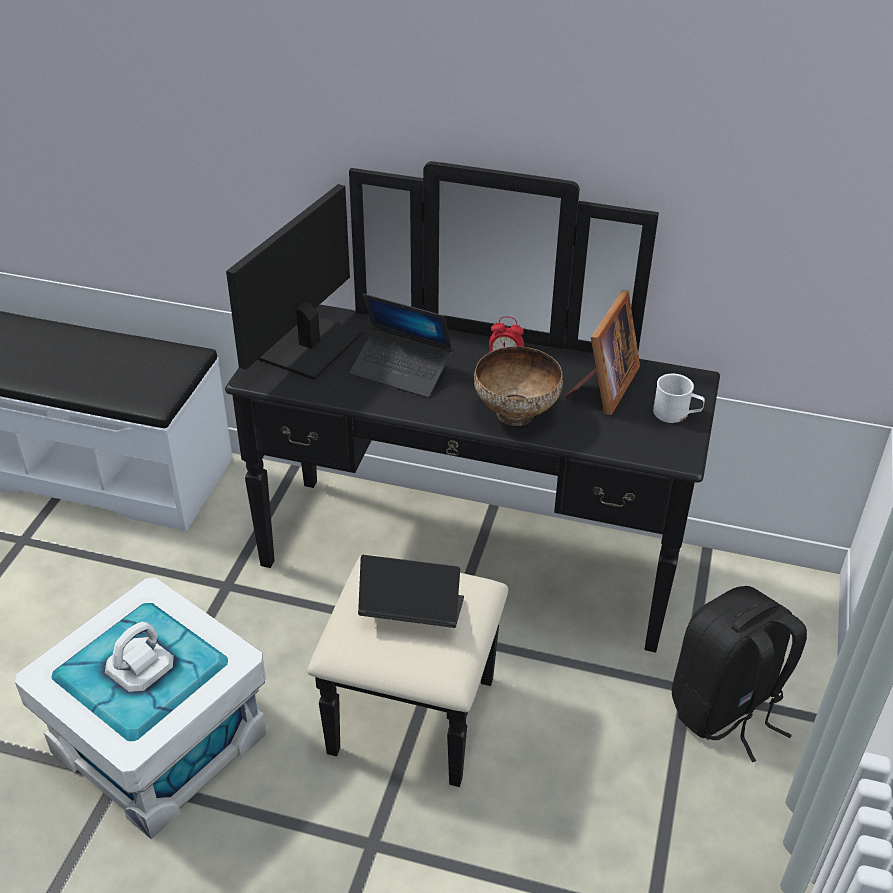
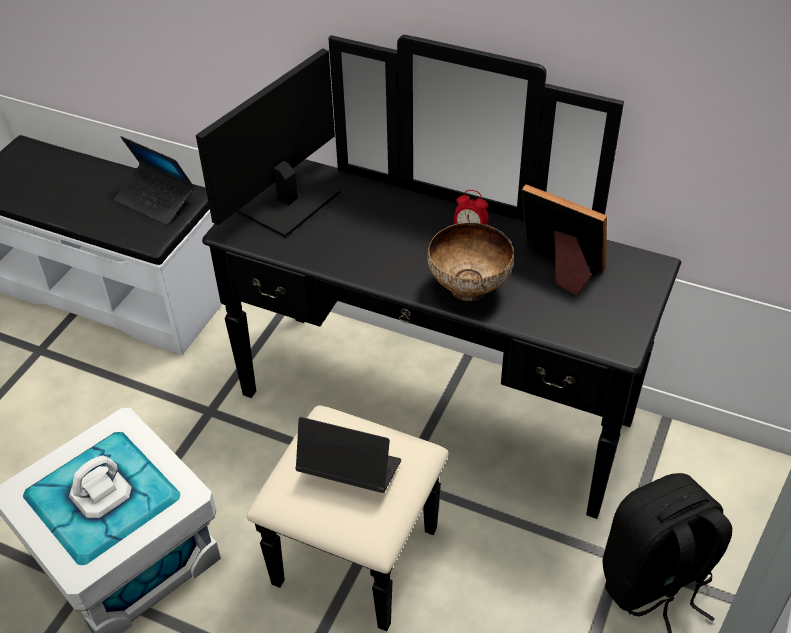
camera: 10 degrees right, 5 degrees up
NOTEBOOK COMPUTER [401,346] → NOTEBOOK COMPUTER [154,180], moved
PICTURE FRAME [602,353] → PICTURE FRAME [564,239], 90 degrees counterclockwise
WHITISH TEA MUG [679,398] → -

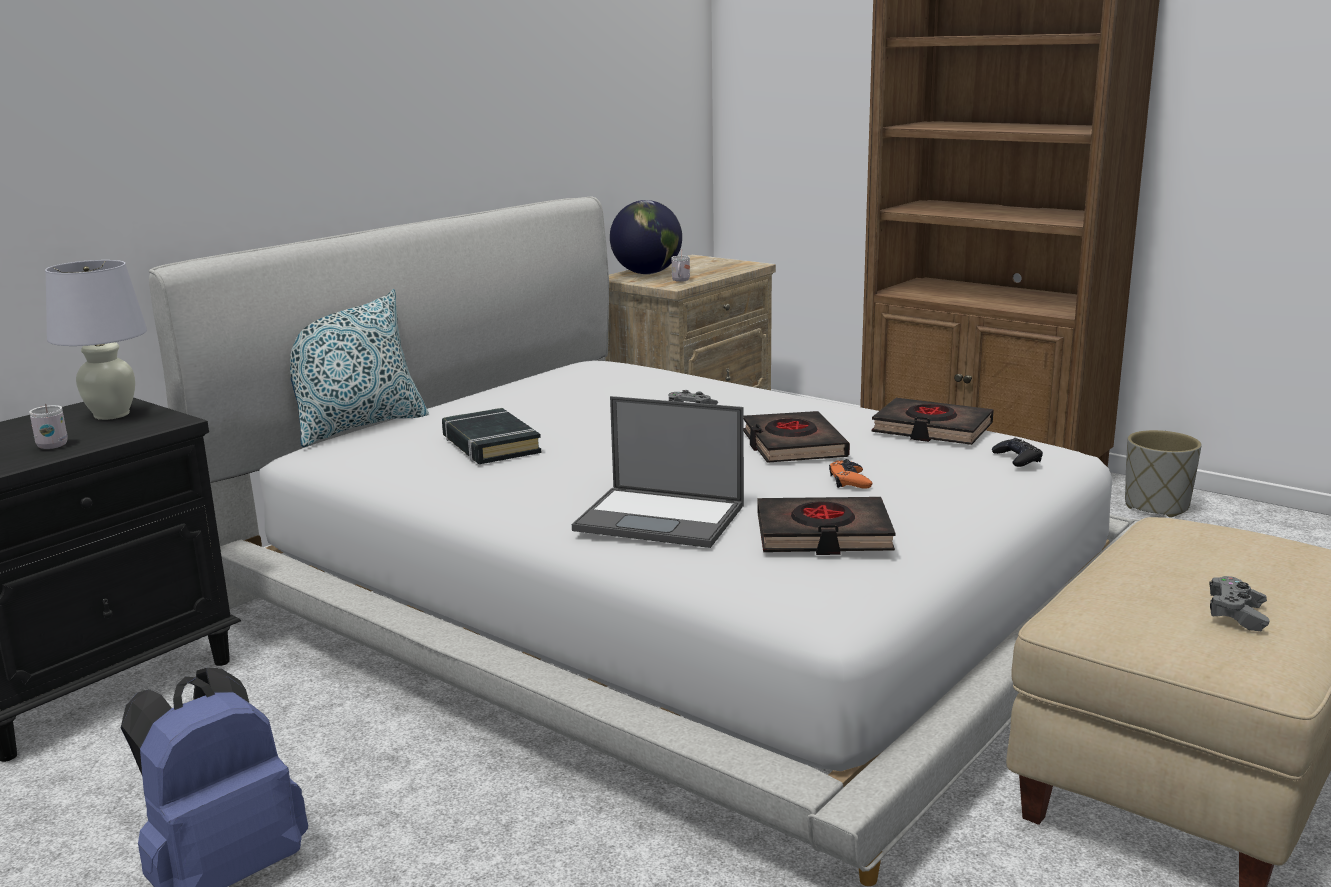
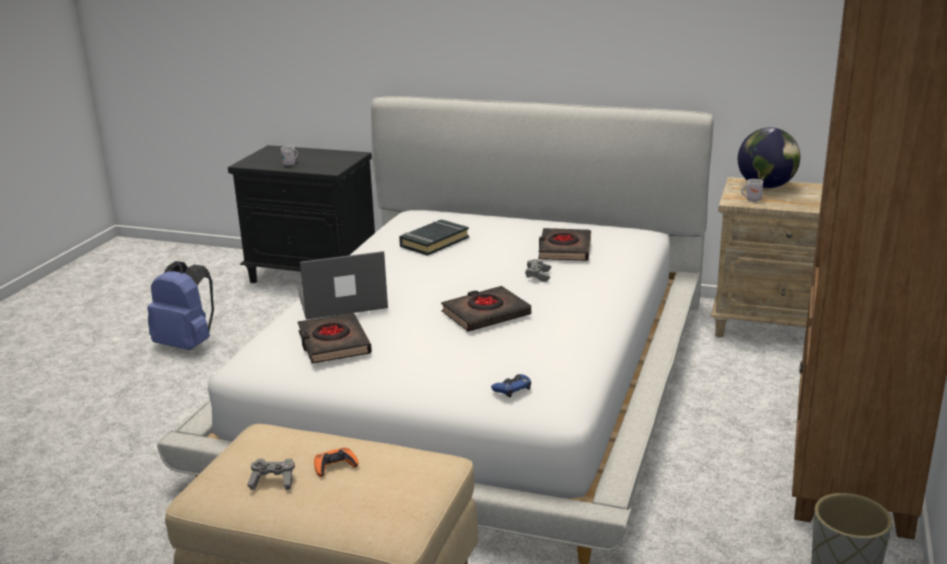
camera: 70 degrees right, 5 degrees up
NOTEBOOK COMPUTER [658,472] → NOTEBOOK COMPUTER [343,285], 75 degrees clockwise
ORANGE GAME CONTROLLER [851,474] → ORANGE GAME CONTROLLER [336,462], moved
BLACK-COLOURED GAME CONTROLLER [1017,452] → BLUE-COLOURED GAME CONTROLLER [511,386]
BLACK-COLOURED BOUND BOOK [933,421] → BLACK-COLOURED BOUND BOOK [564,244], moved
WHITISH LAMP FOR A TABLE [96,340] → -
CUSHION [359,368] → -

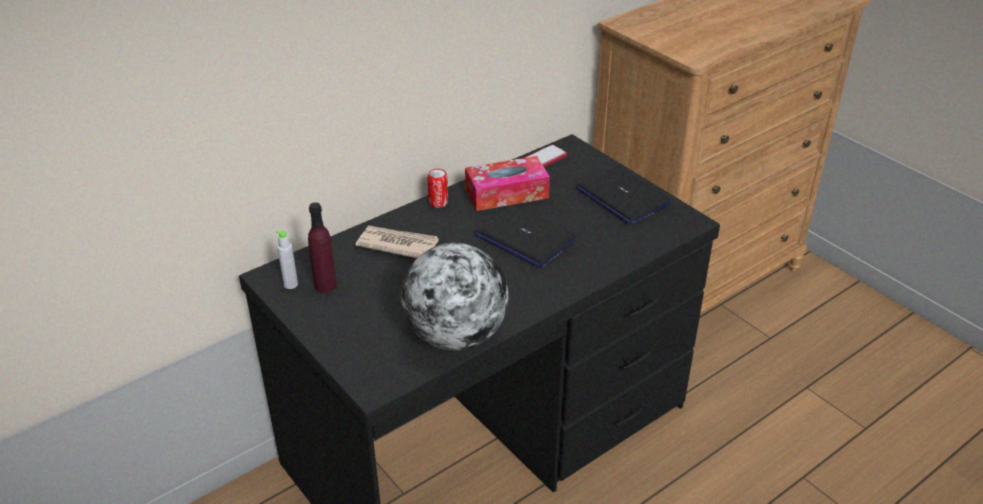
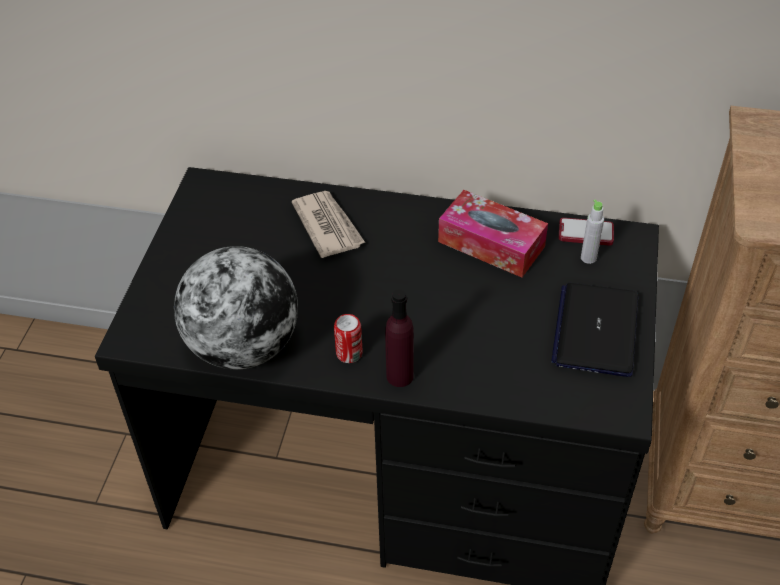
camera: 50 degrees right, 10 degrees up
CAN [437,188] → CAN [348,338], moved
PURPLE-COLOURED DRINK BOTTLE [322,247] → PURPLE-COLOURED DRINK BOTTLE [399,338], moved
GREY DRINK BOTTLE [287,259] → GREY DRINK BOTTLE [592,231], moved
NOTEBOOK COMPUTER [526,236] → -

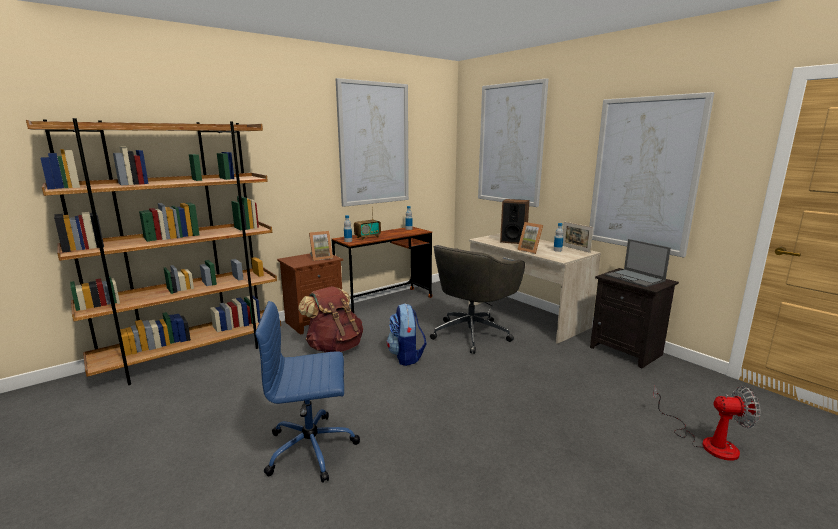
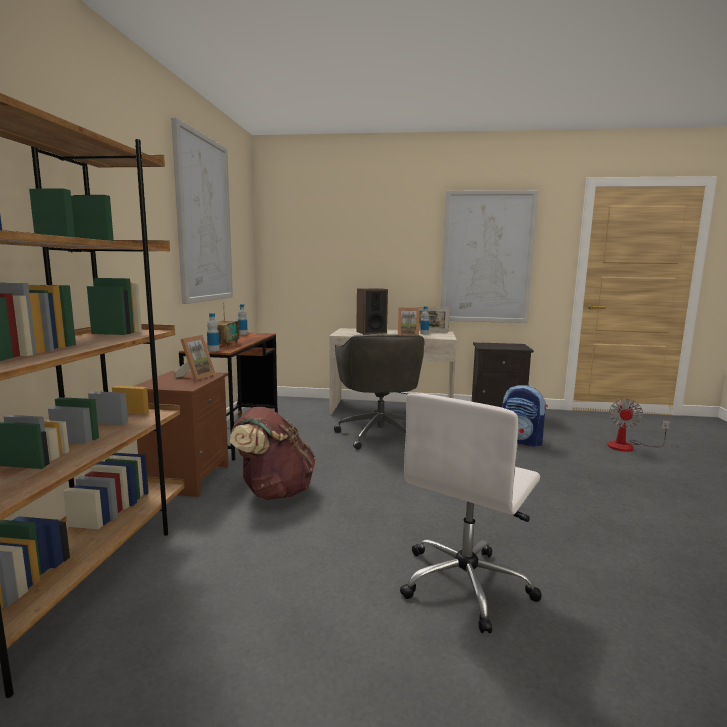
camera: 45 degrees left, 5 degrees down
BLUE-COLOURED DESK CHAIR [307,392] → WHITISH DESK CHAIR [471,513]
KNAPSACK [407,334] → KNAPSACK [525,416], moved
COOLING FAN [707,423] → COOLING FAN [638,425], 150 degrees clockwise
WALL ART [513,142] → -
NOTEBOOK COMPUTER [638,263] → -

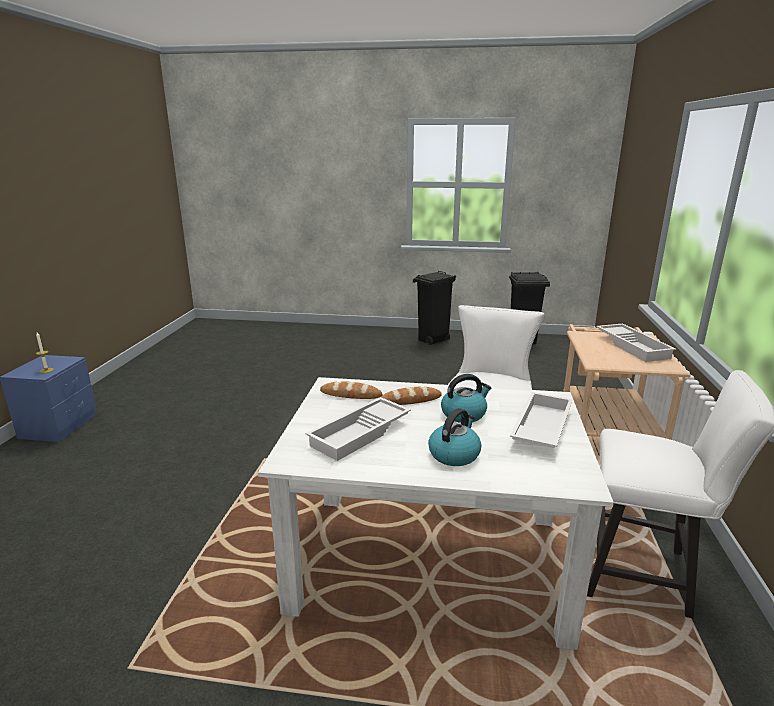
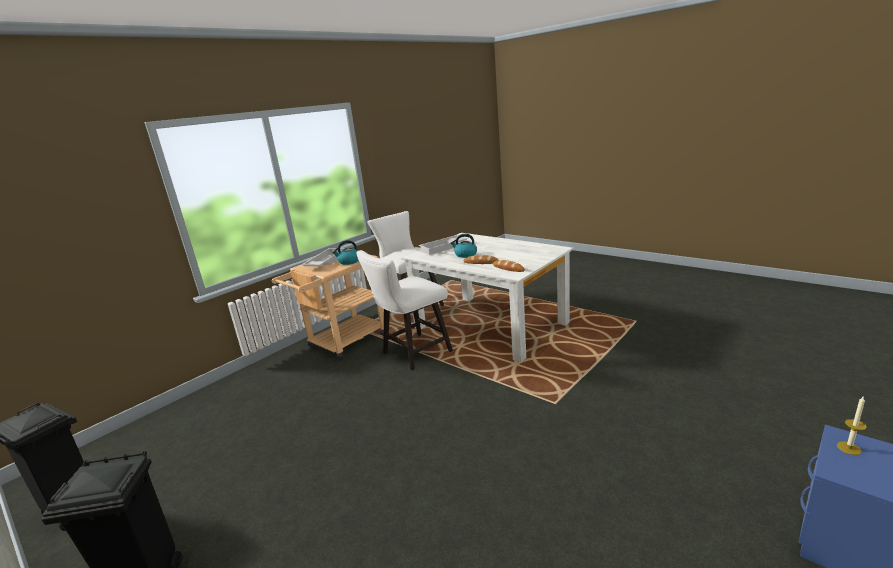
camera: 145 degrees left, 0 degrees up
WATER KETTLE [454,437] → WATER KETTLE [345,252], moved
WHITISH TRAY [358,429] → -

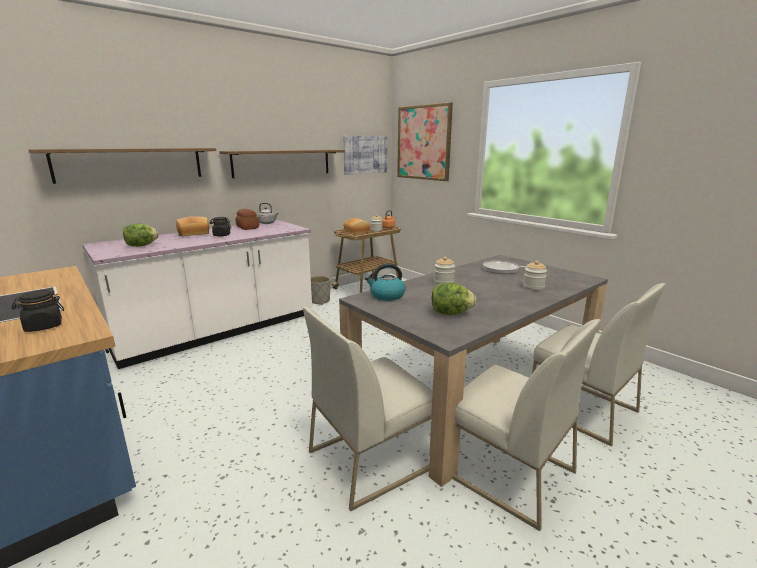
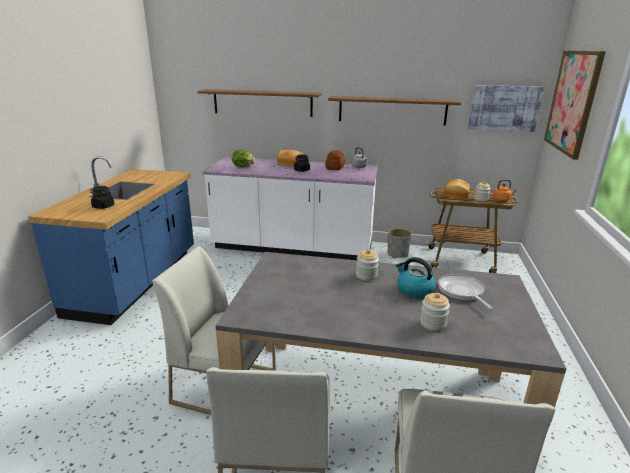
camera: 50 degrees right, 5 degrees up
WATER KETTLE [385,282] → WATER KETTLE [416,277], moved
HEAD OF LETTUCE [453,298] → -

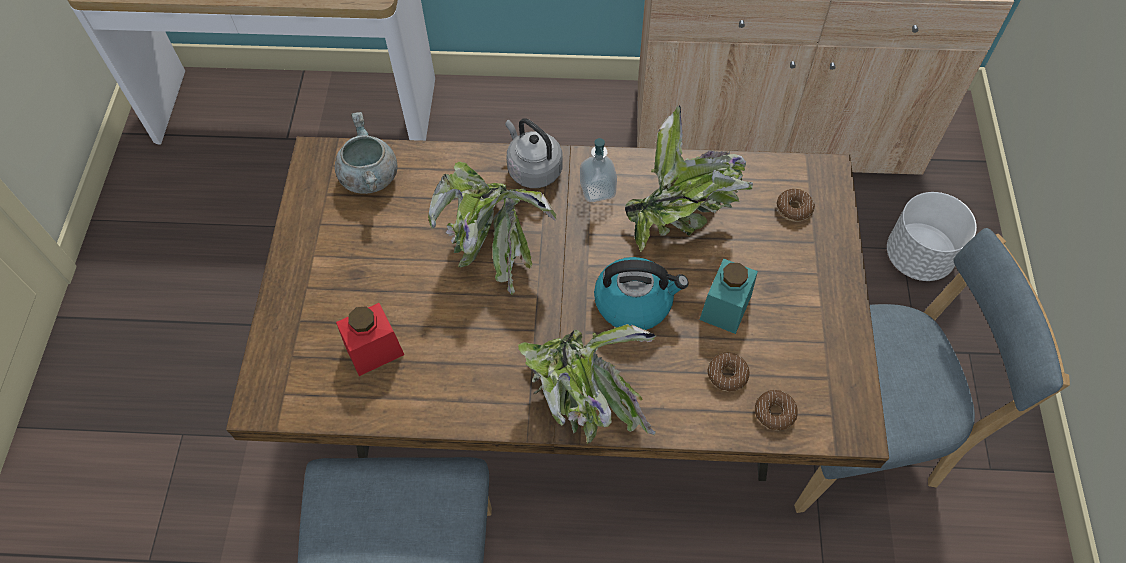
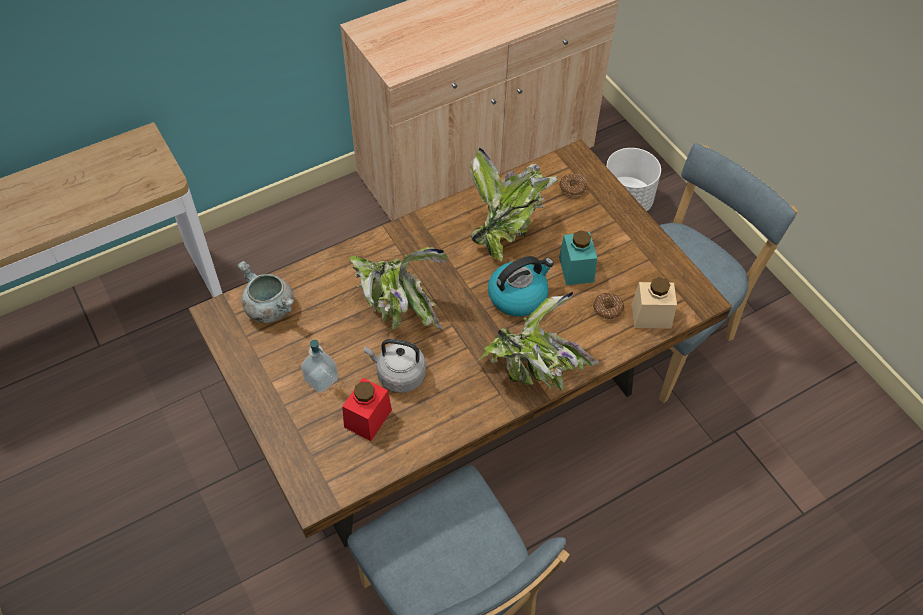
camera: 35 degrees left, 5 degrees down
SOAP DISPENSER [598,170] → SOAP DISPENSER [320,366], moved
GREY WATER KETTLE [534,153] → GREY WATER KETTLE [395,366], moved
RING DOUGHNUT [776,410] → BEIGE STORAGE JAR [654,302]

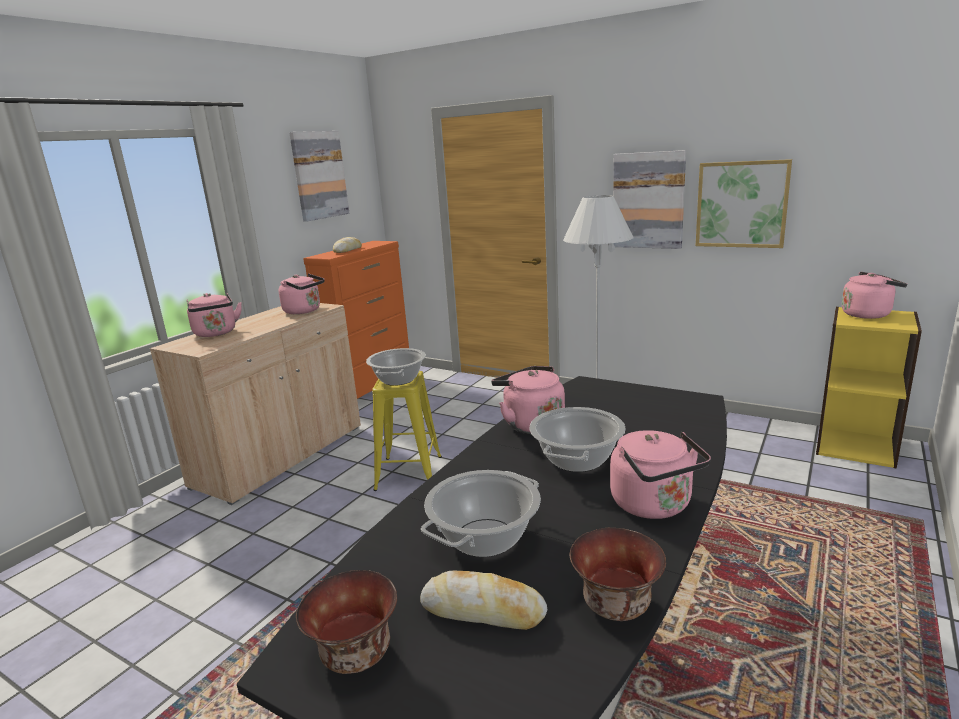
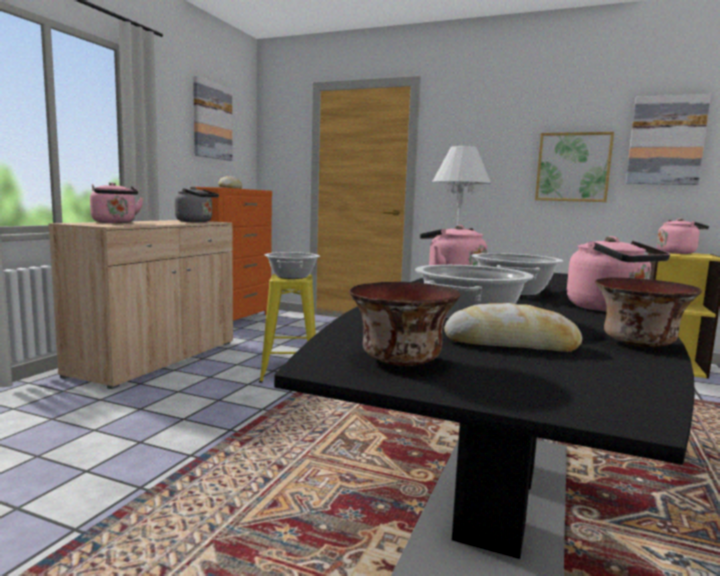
camera: 10 degrees left, 10 degrees down
PINKISH WATER KETTLE [302,294] → GREY WATER KETTLE [197,204]
WALL ART [649,199] → WALL ART [668,139], moved

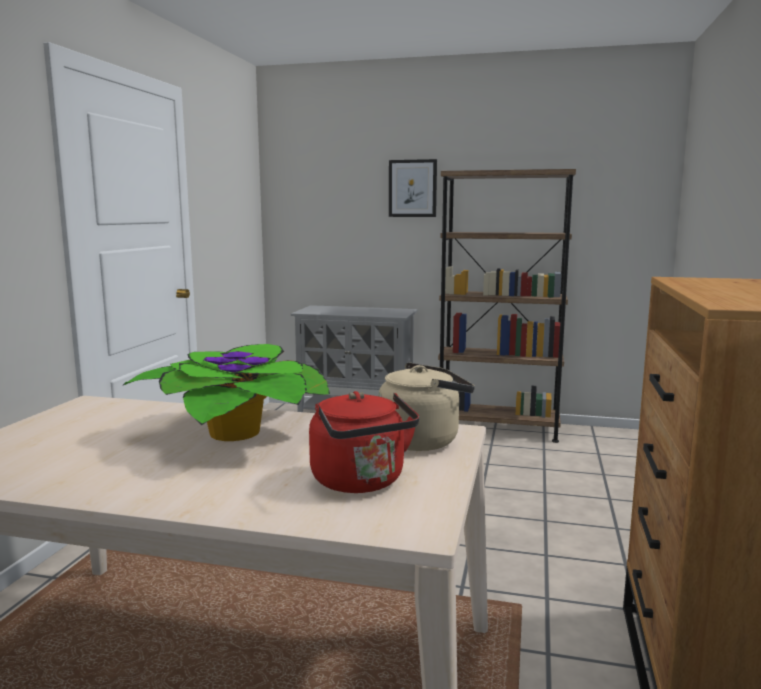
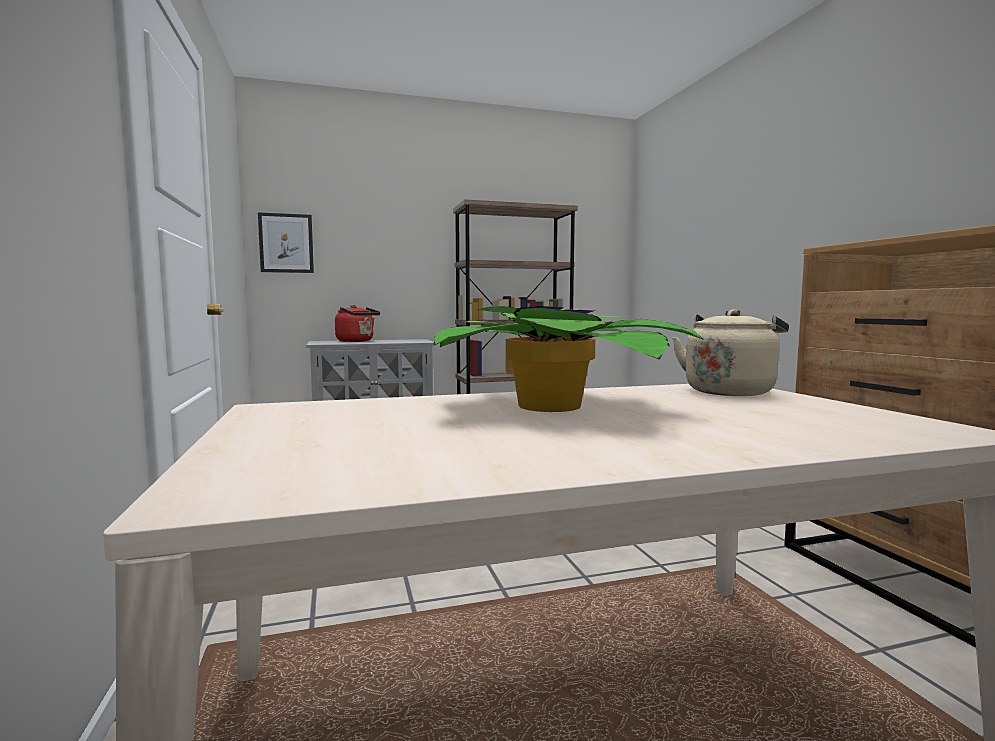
camera: 30 degrees left, 5 degrees down
WALL ART [413,188] → WALL ART [286,242], moved
RED-COLOURED WATER KETTLE [364,442] → RED-COLOURED WATER KETTLE [357,323], moved

